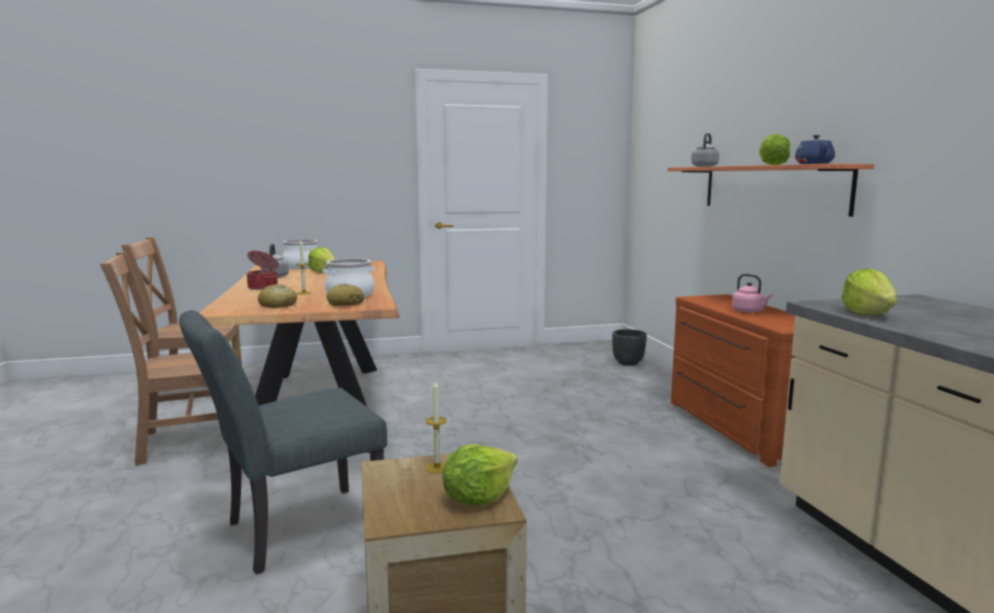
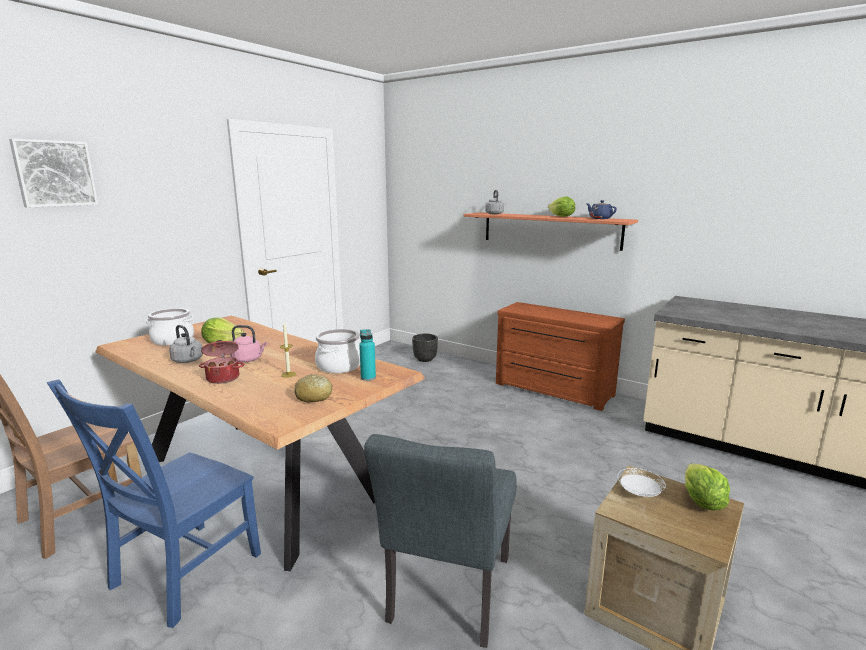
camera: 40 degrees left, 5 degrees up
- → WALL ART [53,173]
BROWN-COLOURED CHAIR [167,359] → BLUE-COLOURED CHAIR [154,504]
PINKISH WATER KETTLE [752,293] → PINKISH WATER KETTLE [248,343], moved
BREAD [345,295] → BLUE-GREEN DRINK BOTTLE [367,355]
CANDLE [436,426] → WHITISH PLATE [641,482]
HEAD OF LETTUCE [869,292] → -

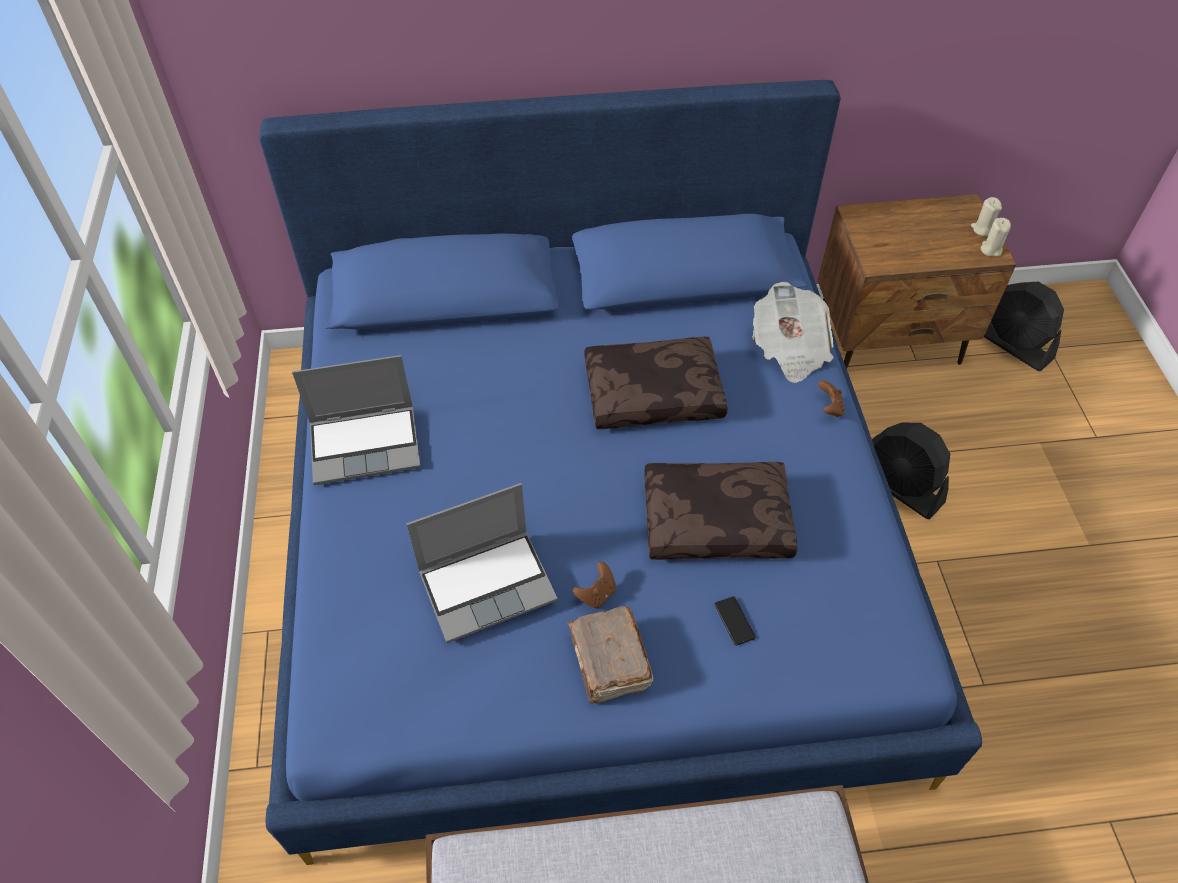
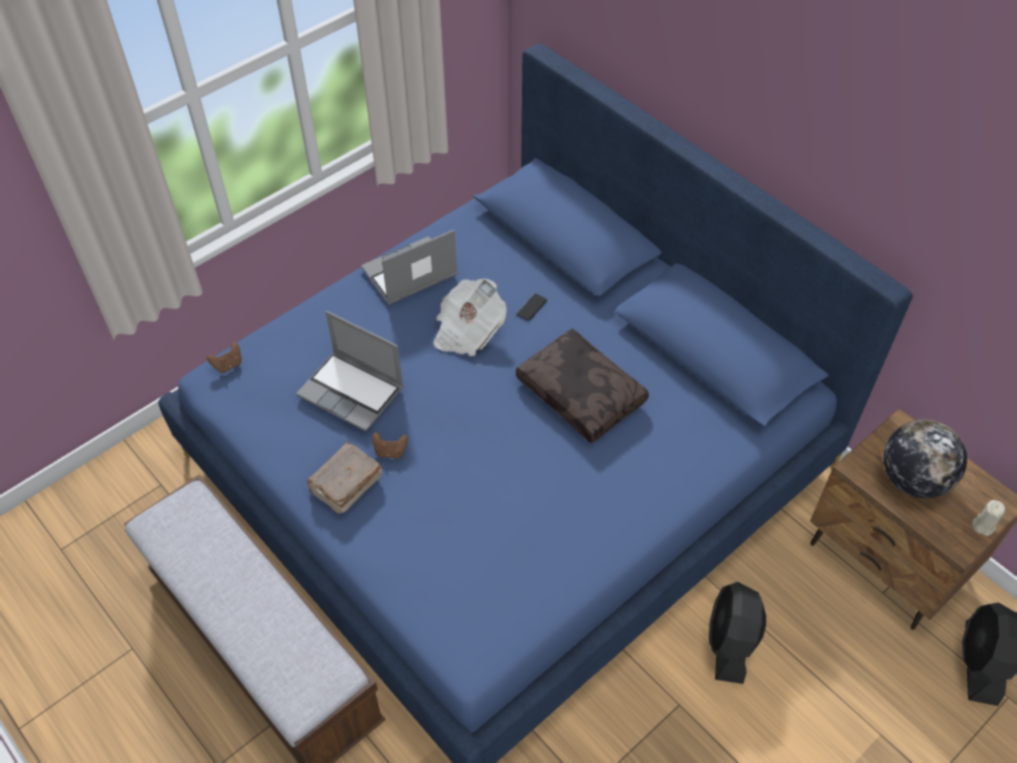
camera: 55 degrees right, 0 degrees up
BROWN-COLOURED GAME CONTROLLER [831,398] → BROWN-COLOURED GAME CONTROLLER [224,357], moved
NOTEBOOK COMPUTER [356,420] → NOTEBOOK COMPUTER [409,267], 105 degrees clockwise
NEWSPAPER [793,332] → NEWSPAPER [469,318], moved
TELEPHONE [735,620] → TELEPHONE [532,307], moved
- → DESK GLOBE [925,459]
BROWN-COLOURED CUSHION [721,511] → -
BEIGE CANDLE [996,237] → -

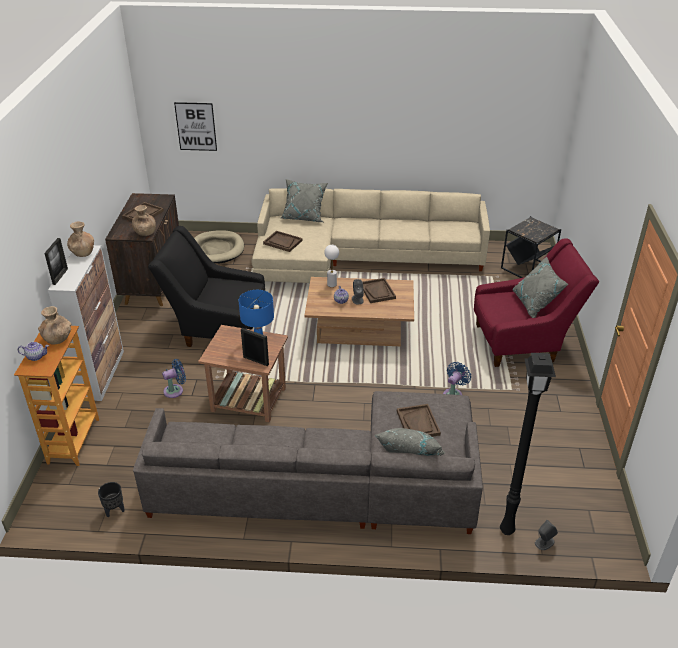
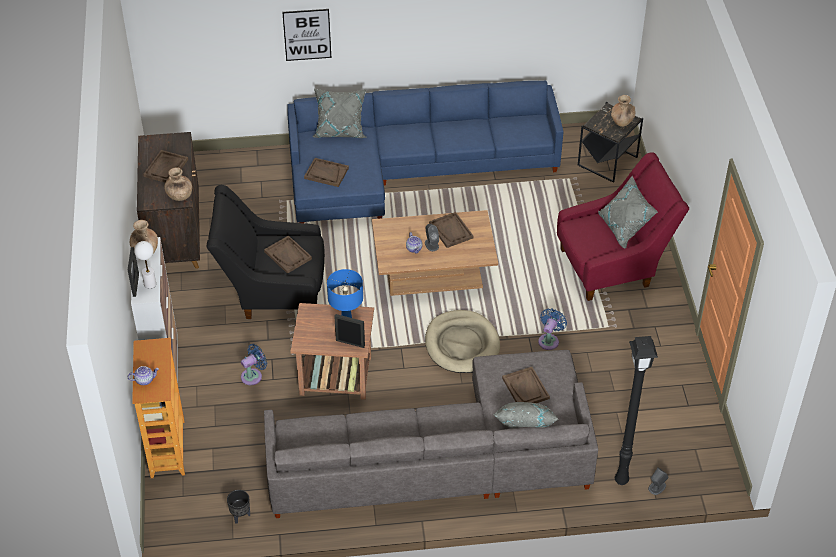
camera: 10 degrees left, 10 degrees up
WHITISH LAMP FOR A TABLE [331,266] → WHITISH LAMP FOR A TABLE [145,265], moved
- → BROWN-COLOURED TRAY [288,254]
WALL ART [195,126] → WALL ART [306,35], moved
BEIGE SETTEE [370,235] → BLUE-COLOURED SETTEE [425,152]
BEIGE DOG CUSHION [219,246] → BEIGE DOG CUSHION [462,341], moved
BROWN-COLOURED VASE [55,325] → BROWN-COLOURED VASE [623,111], moved

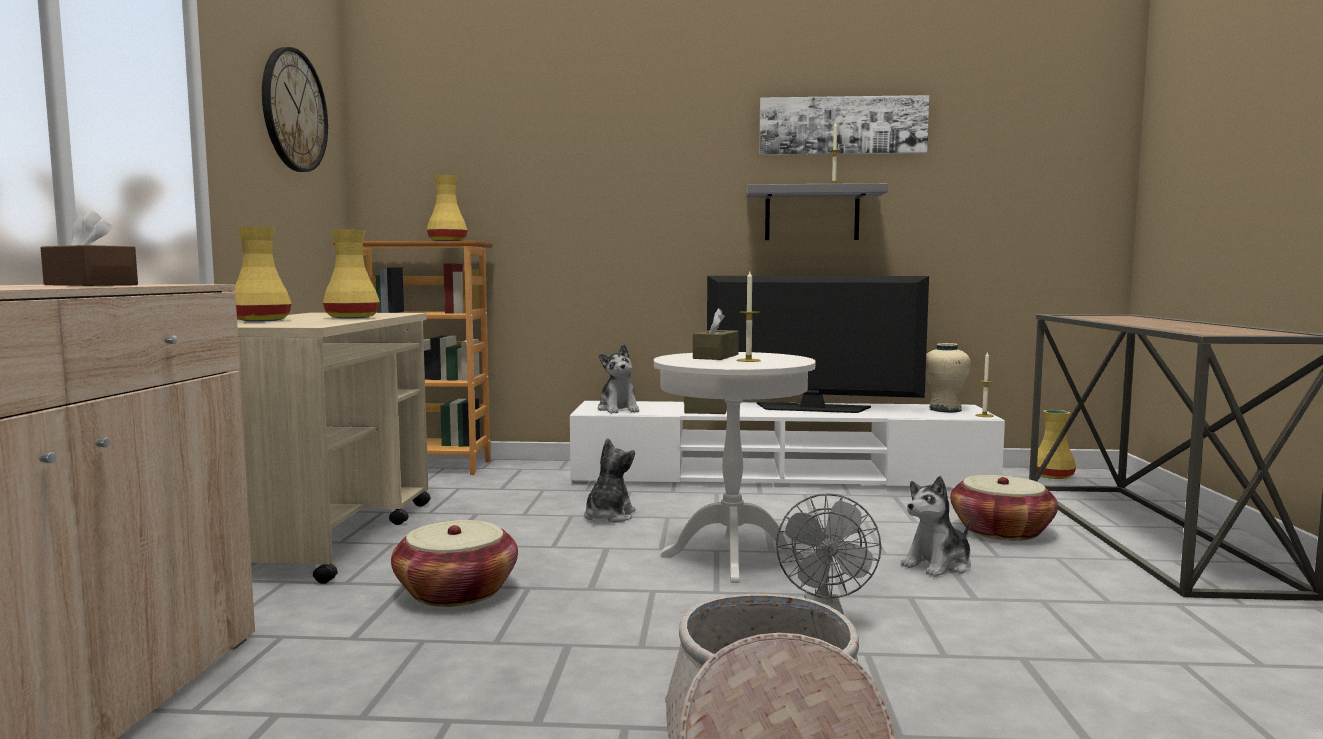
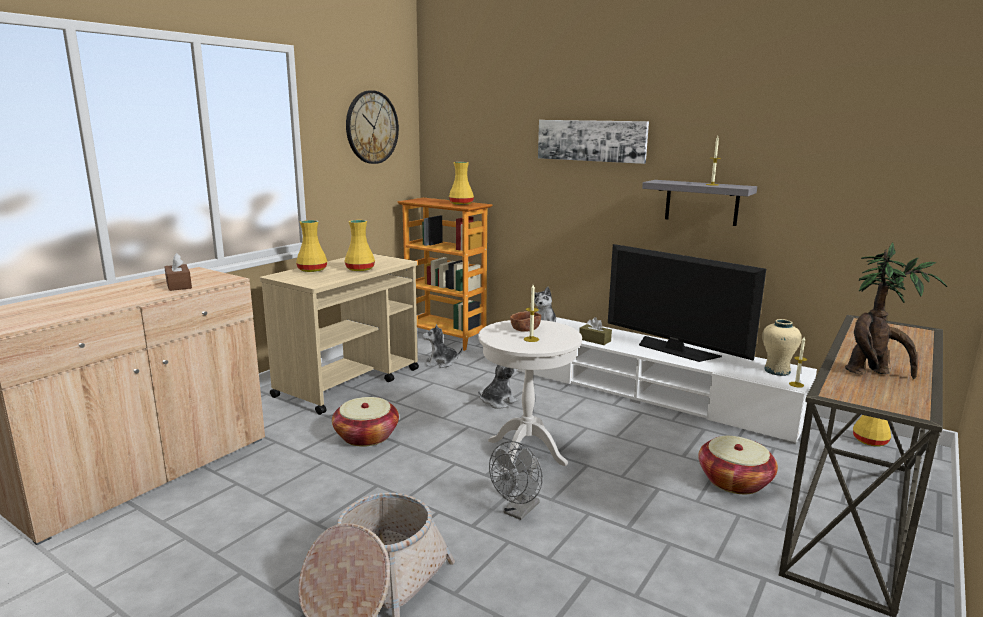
camera: 30 degrees right, 10 degrees up
CUDDLY TOY [936,526] → CUDDLY TOY [442,346], moved
BROWN-COLOURED TISSUE BOX [716,334] → BROWN-COLOURED DEEP DISH [525,321]
WALL ART [844,125] → WALL ART [593,142], moved
- → PLANT IN A POT [896,310]

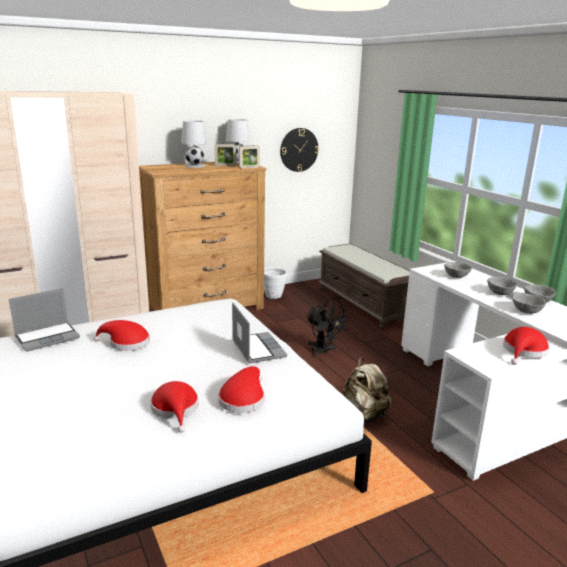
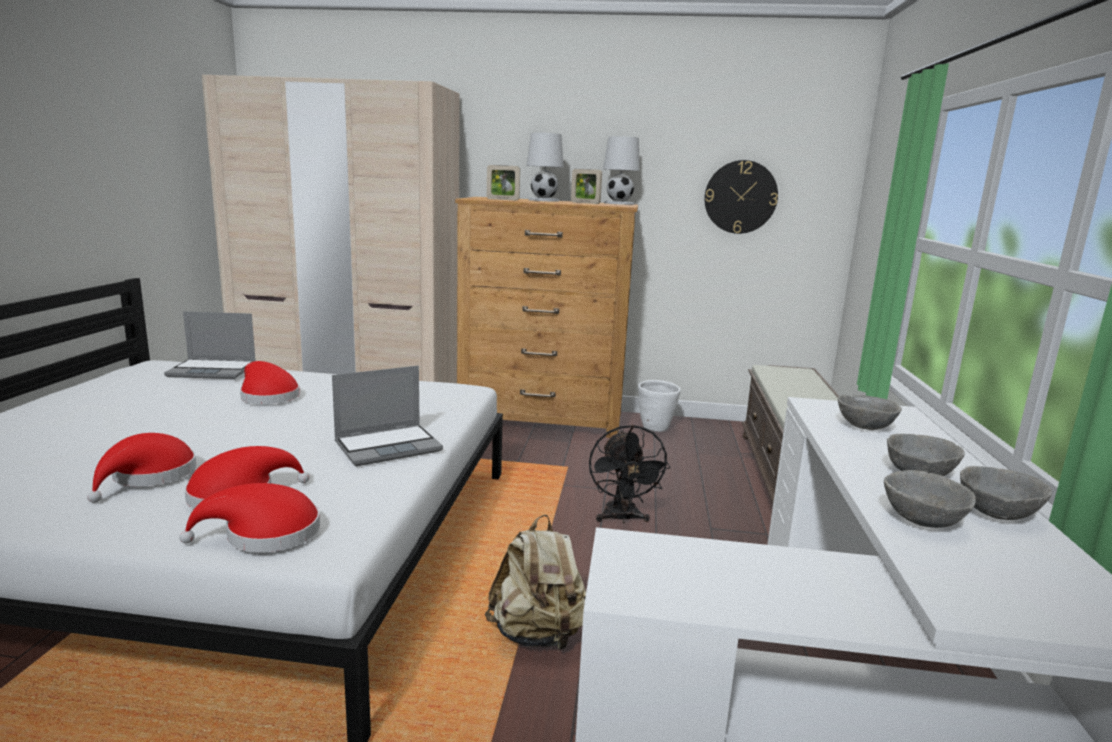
camera: 35 degrees right, 5 degrees down
RED-COLOURED CLOTHING HAT [526,346] → RED-COLOURED CLOTHING HAT [249,517], moved
NOTEBOOK COMPUTER [259,333] → NOTEBOOK COMPUTER [387,416], 45 degrees clockwise
PICTURE FRAME [249,157] → PICTURE FRAME [503,182], moved

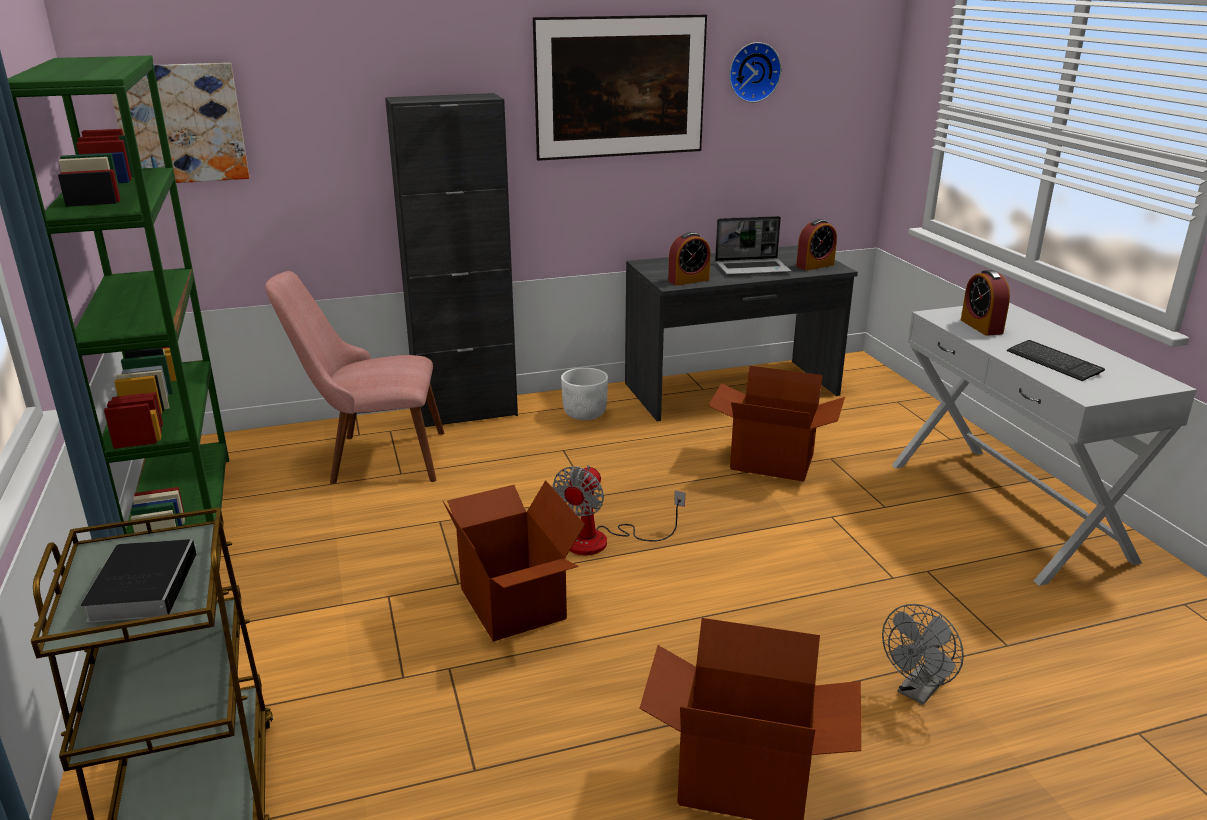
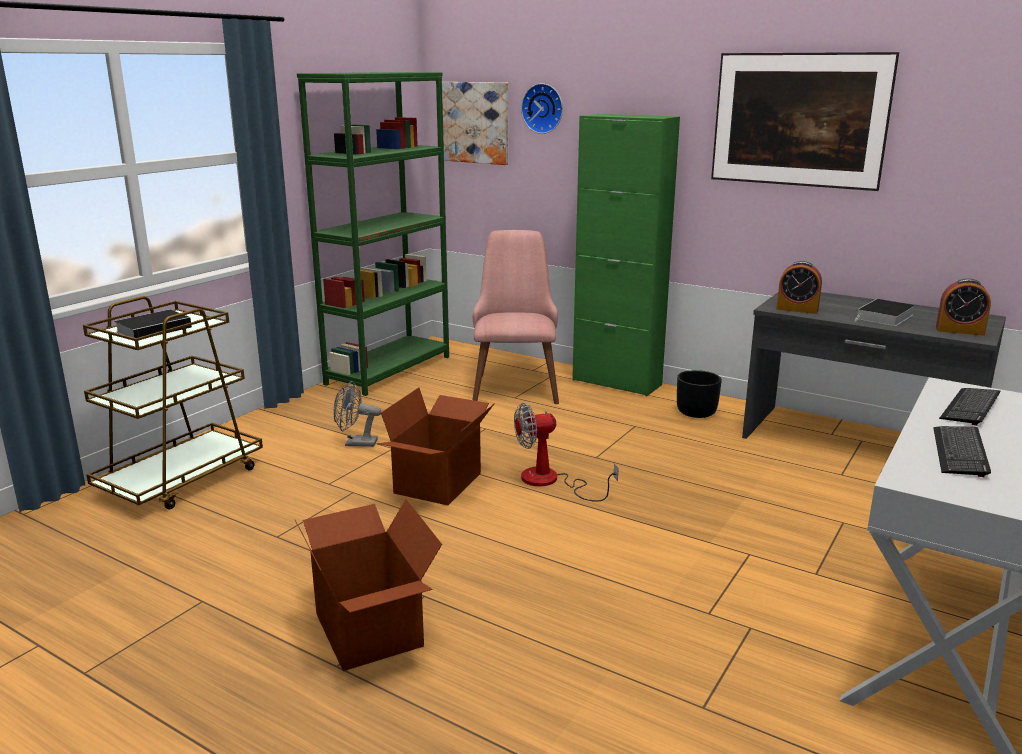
camera: 50 degrees right, 5 degrees down
GREY COOLING FAN [923,654] → GREY COOLING FAN [357,414], moved
PINKISH CHAIR [354,377] → PINKISH CHAIR [516,317], 45 degrees clockwise
WALL CLOCK [755,72] → WALL CLOCK [542,108], moved
BLACK-COLOURED CUPBOARD [451,260] → GREENISH CUPBOARD [626,255]
WHITISH PLANT POT [584,394] → BLACK-COLOURED PLANT POT [699,394]
NOTEBOOK COMPUTER [753,246] → BOUND BOOK [885,312]
BEDSIDE CLOCK [985,303] → COMPUTER KEYBOARD [969,407]
CARTON [776,424] → -

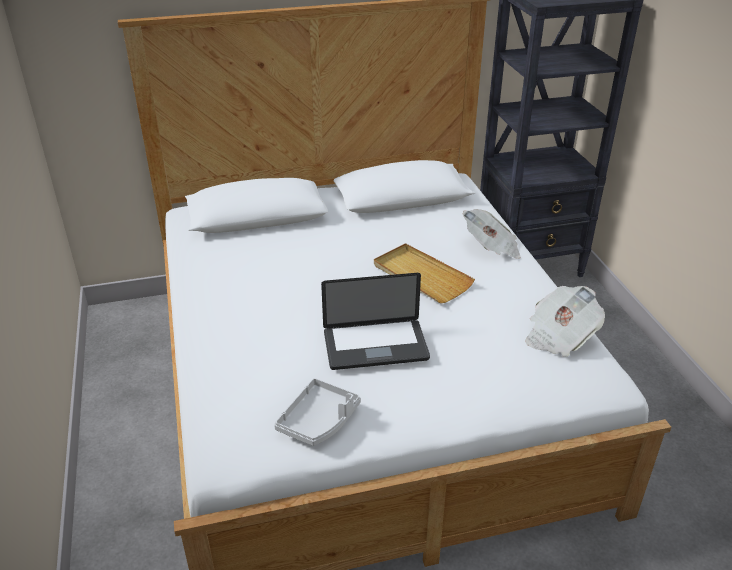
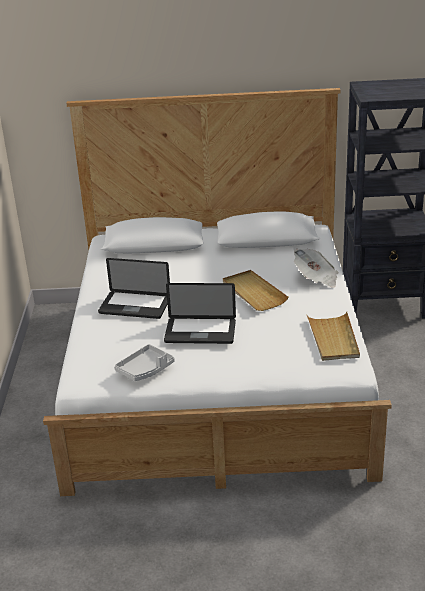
camera: 15 degrees right, 5 degrees down
- → NOTEBOOK COMPUTER [134,288]
NEWSPAPER [565,321] → BEIGE TRAY [333,336]

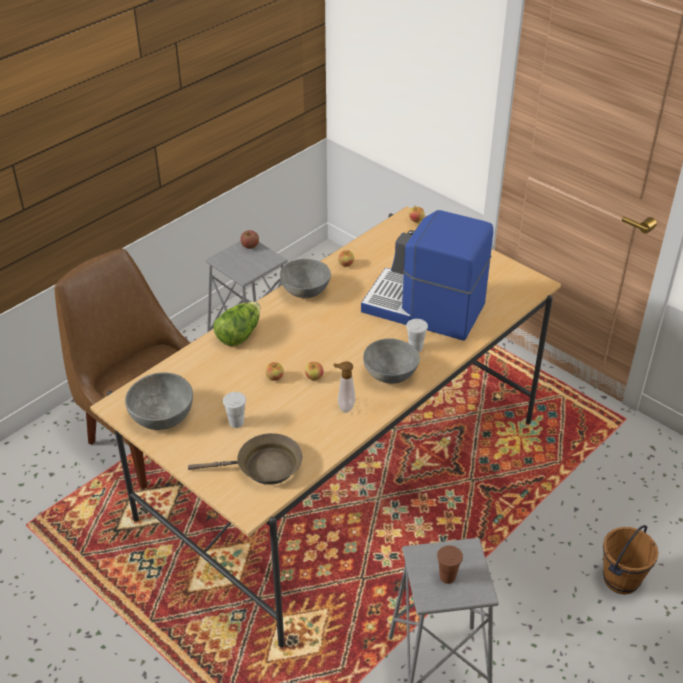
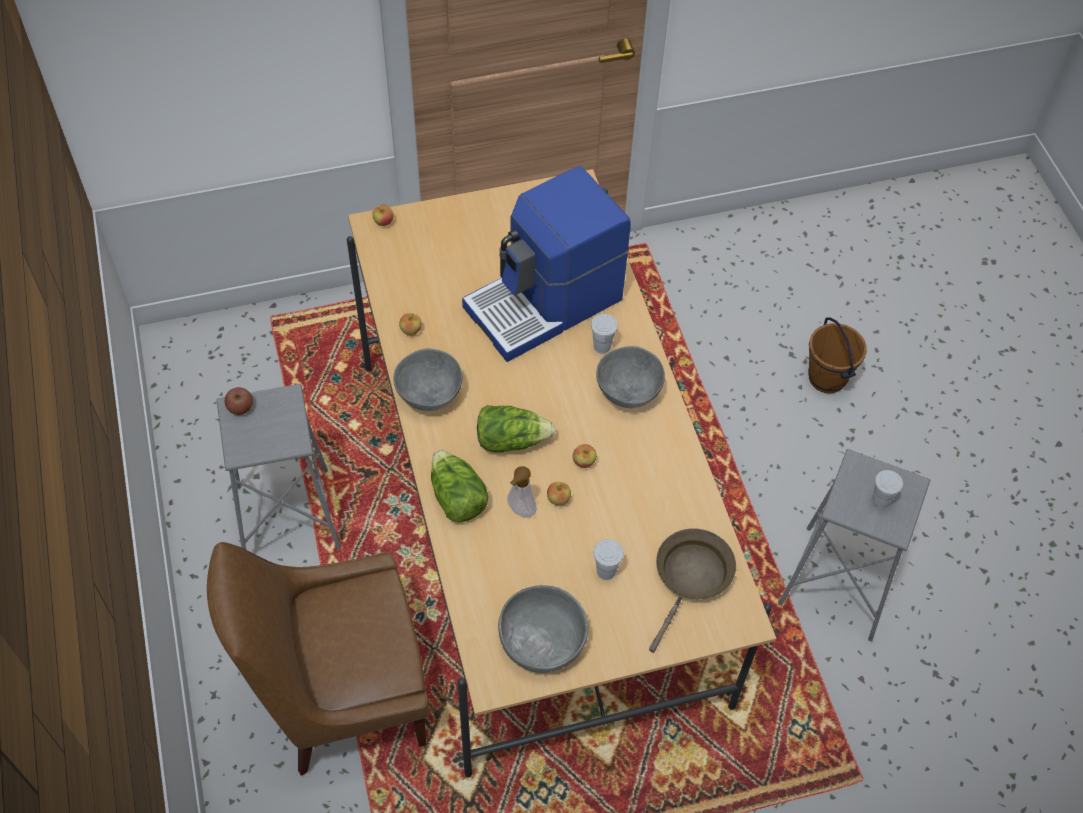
camera: 60 degrees left, 15 degrees up
- → HEAD OF LETTUCE [516,428]
SOAP DISPENSER [344,387] → SOAP DISPENSER [522,492], moved
BROWN-COLOURED DRINKING CUP [450,564] → WHITISH DRINKING CUP [887,489]

